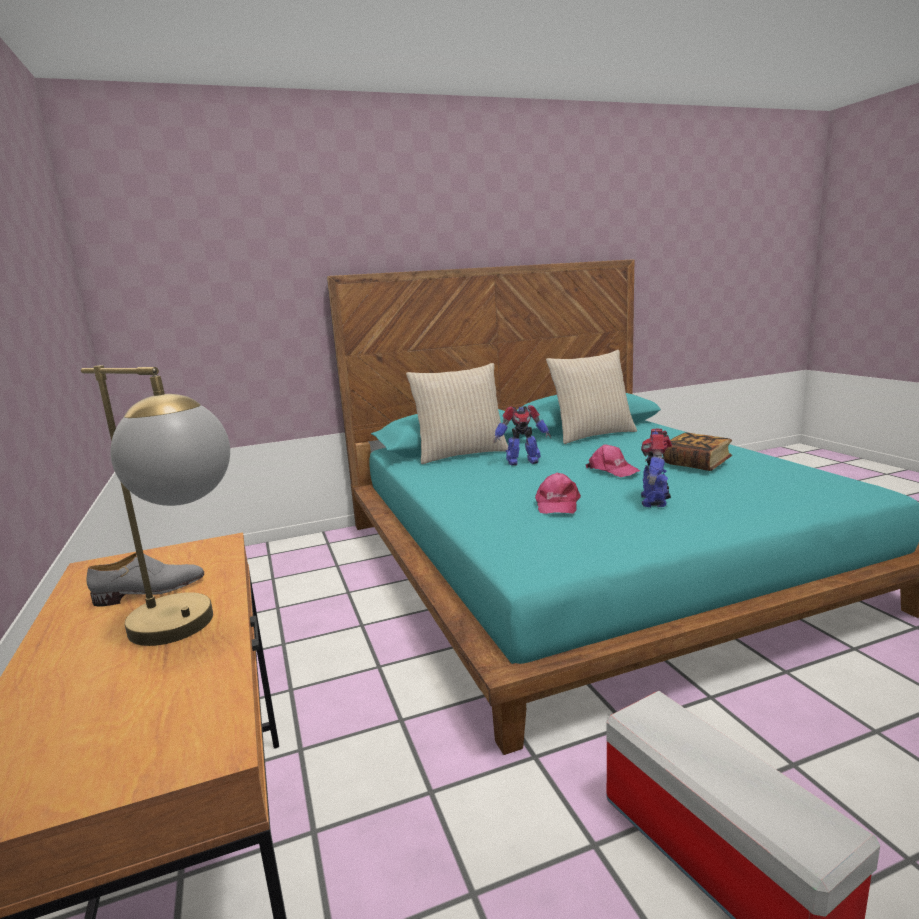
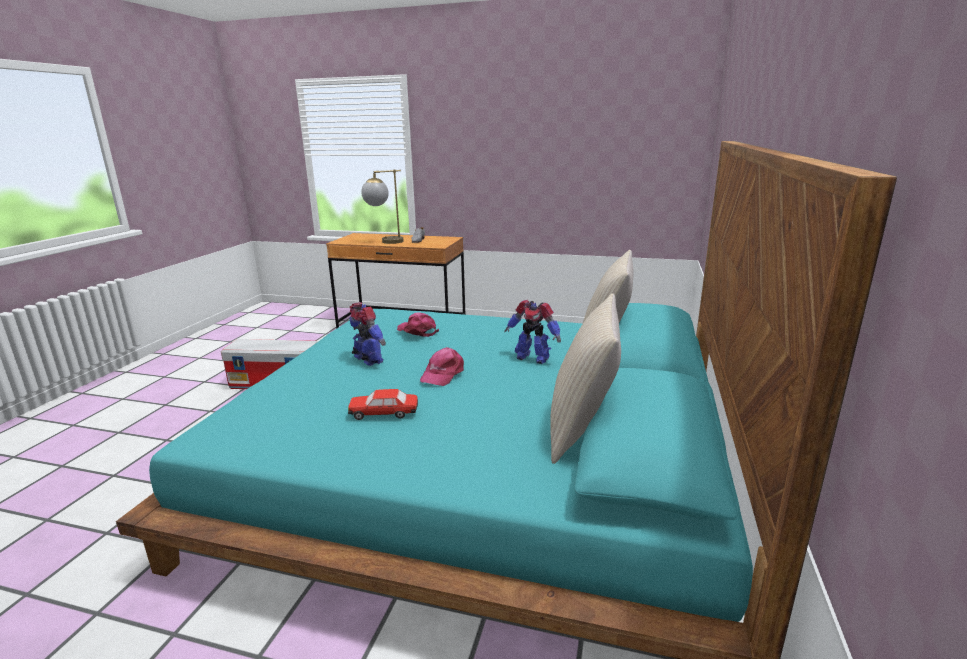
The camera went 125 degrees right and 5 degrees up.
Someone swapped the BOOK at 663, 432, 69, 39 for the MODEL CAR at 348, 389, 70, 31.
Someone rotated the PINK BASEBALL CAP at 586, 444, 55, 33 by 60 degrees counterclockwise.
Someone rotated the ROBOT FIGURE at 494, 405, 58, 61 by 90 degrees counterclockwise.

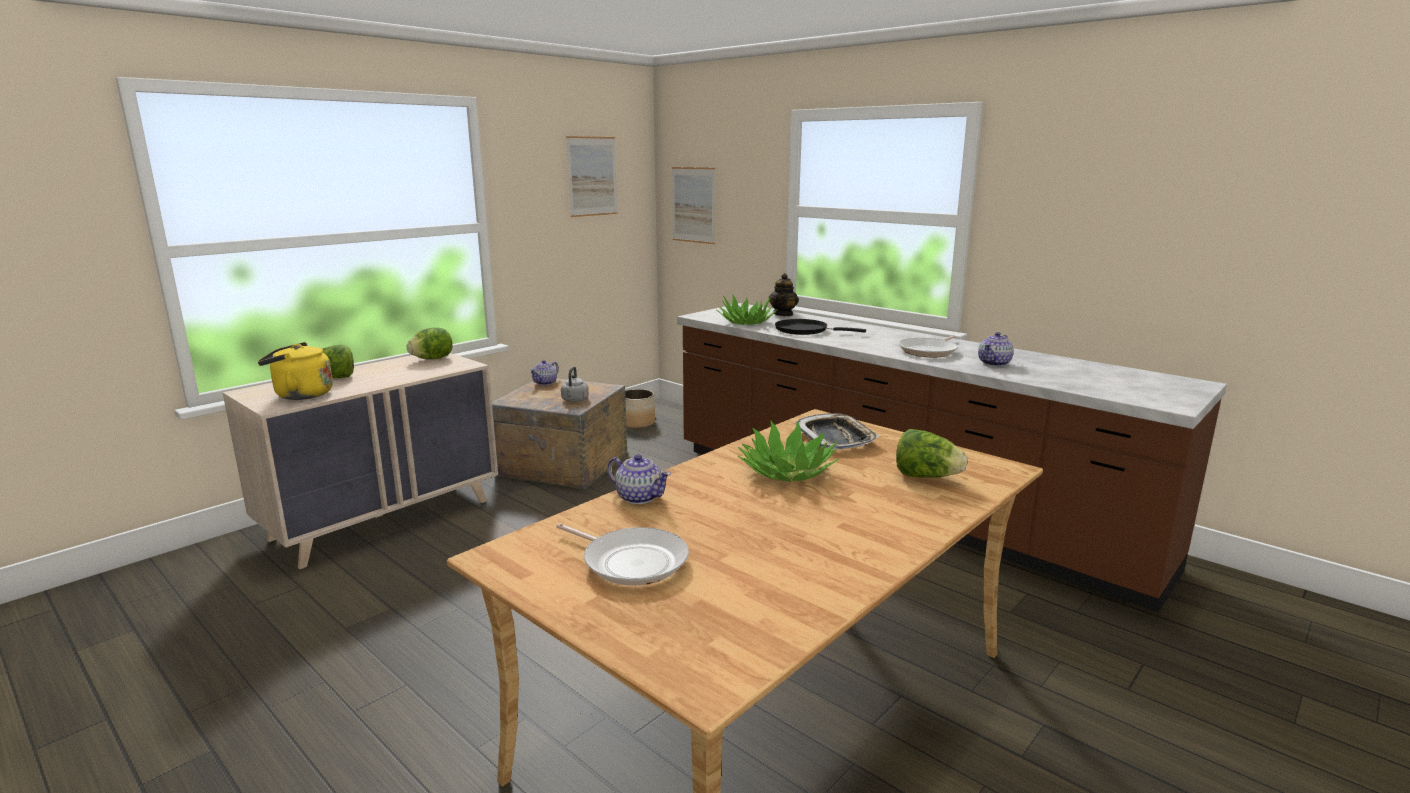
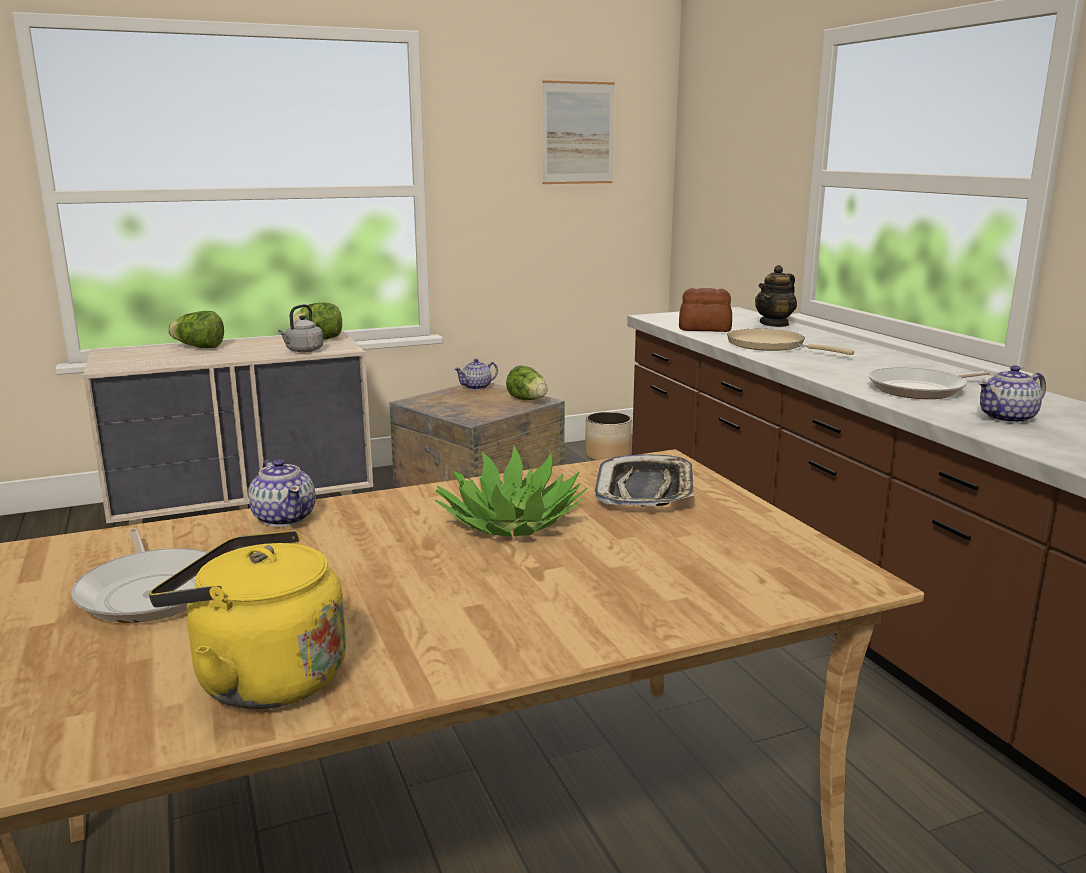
The camera went 25 degrees right and 0 degrees up.
Someone carried the YELLOW-COLOURED TEA KETTLE from 258, 342, 75, 58 to 149, 530, 197, 179.
Someone carried the GRAY TEA KETTLE from 561, 367, 28, 35 to 278, 304, 45, 48.
Someone carried the LETTUCE from 896, 429, 71, 49 to 506, 365, 42, 35.
Someone swapped the POTTED PLANT at 717, 294, 61, 31 for the BREAD at 679, 288, 53, 44.
Someone repainted the BLACKISH PAN at 775, 319, 91, 16, which became the SAND-COLOURED PAN at 727, 329, 127, 26.
Someone took away the WALL PICTURE at 672, 167, 43, 77.

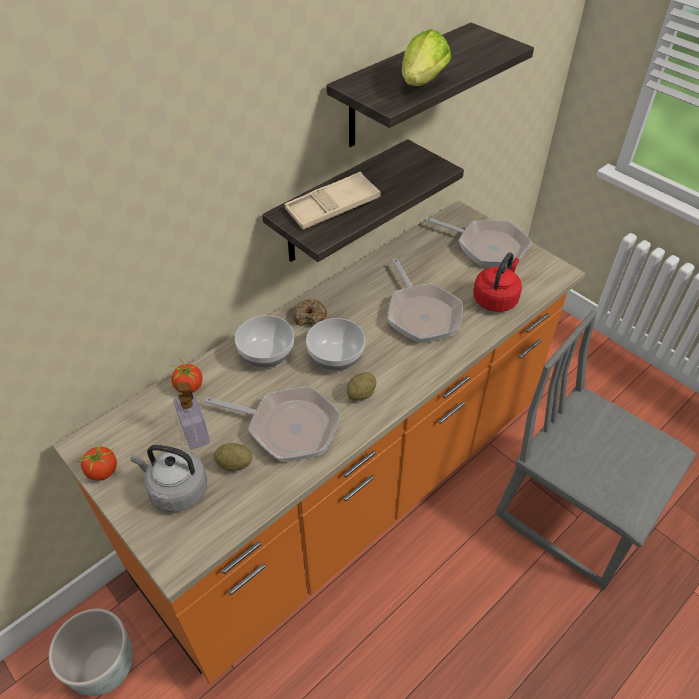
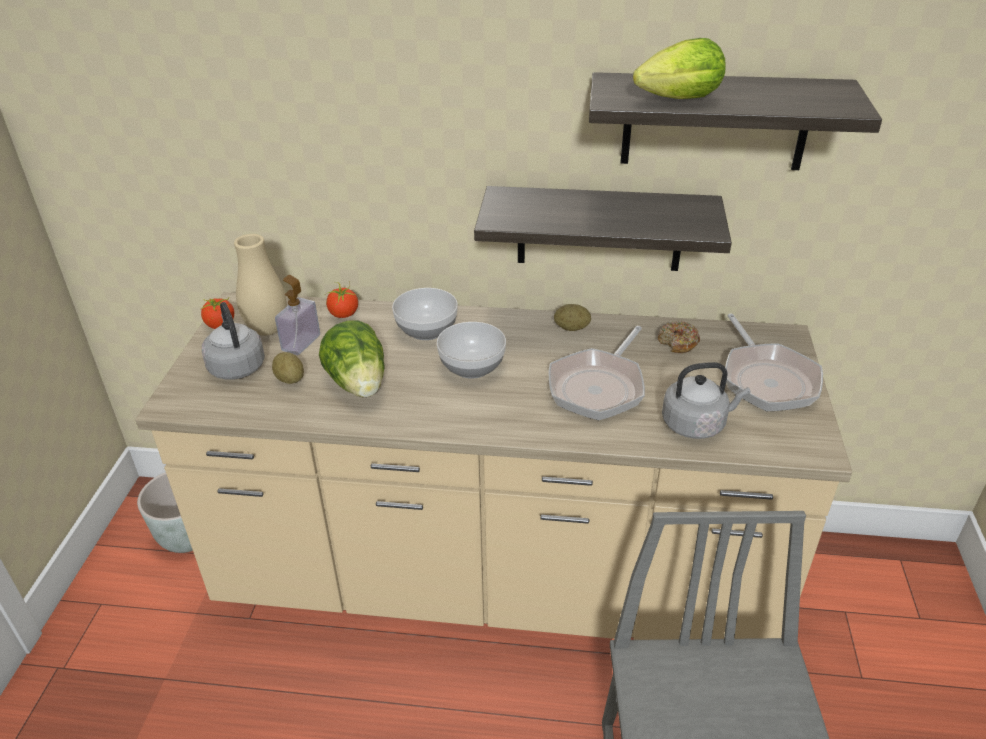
The camera went 50 degrees right and 10 degrees down.
Someone repainted the ORANGE-COLOURED KITCHEN COUNTER at 53, 200, 532, 484, which became the SAND-COLOURED KITCHEN COUNTER at 135, 292, 717, 348.
Someone put down the SAND-COLOURED FLOWER VASE at 234, 234, 53, 102.
Someone swapped the PAN at 204, 387, 137, 75 for the LETTUCE at 319, 321, 65, 76.
Someone carried the SPUD from 347, 372, 29, 28 to 554, 304, 37, 27.
Someone carried the DOUGHNUT from 293, 298, 34, 28 to 658, 321, 42, 32.
Someone repainted the RED TEA KETTLE at 473, 252, 49, 60, which became the GRAY TEA KETTLE at 662, 362, 88, 77.
Someone took away the SAND-COLOURED TRAY at 284, 172, 97, 58.

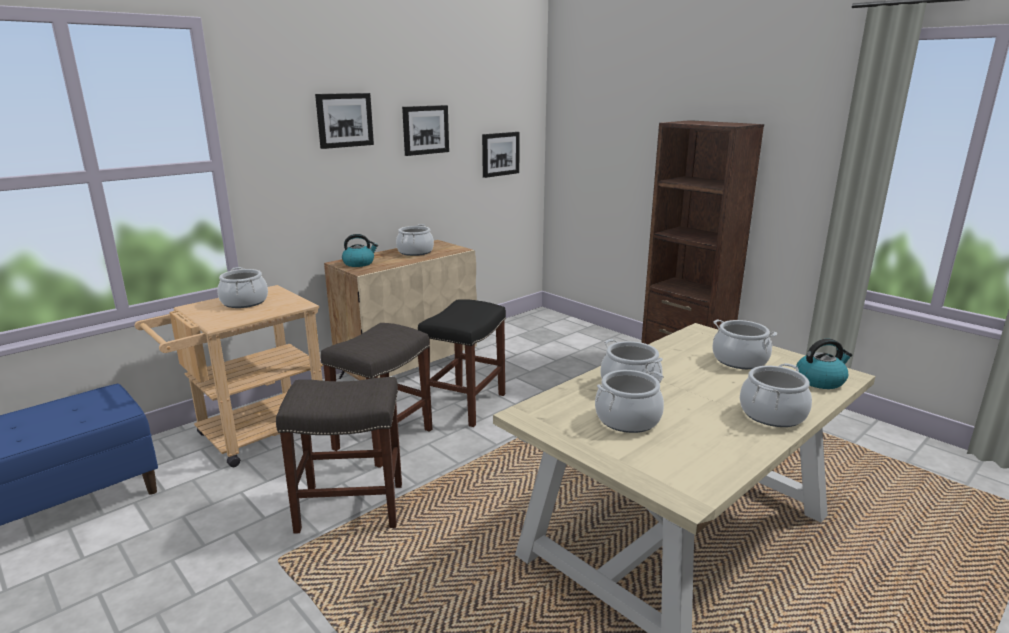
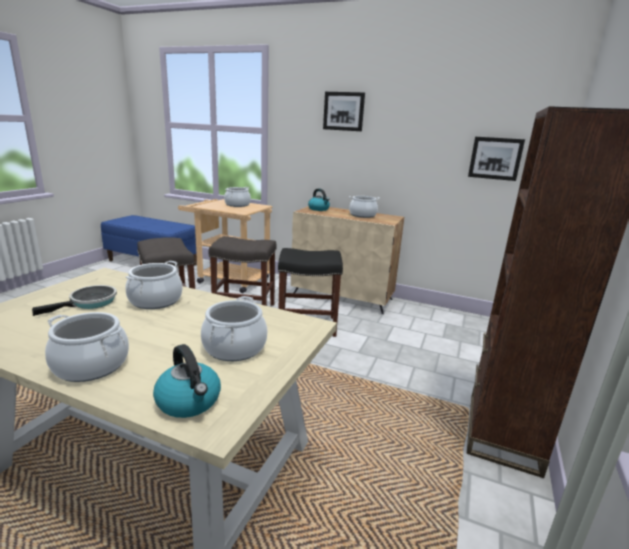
The camera went 65 degrees right and 0 degrees up.
Someone swapped the STOCKPOT at 595, 370, 69, 63 for the PAN at 32, 285, 85, 31.
Someone took away the WALL PICTURE at 402, 105, 47, 51.

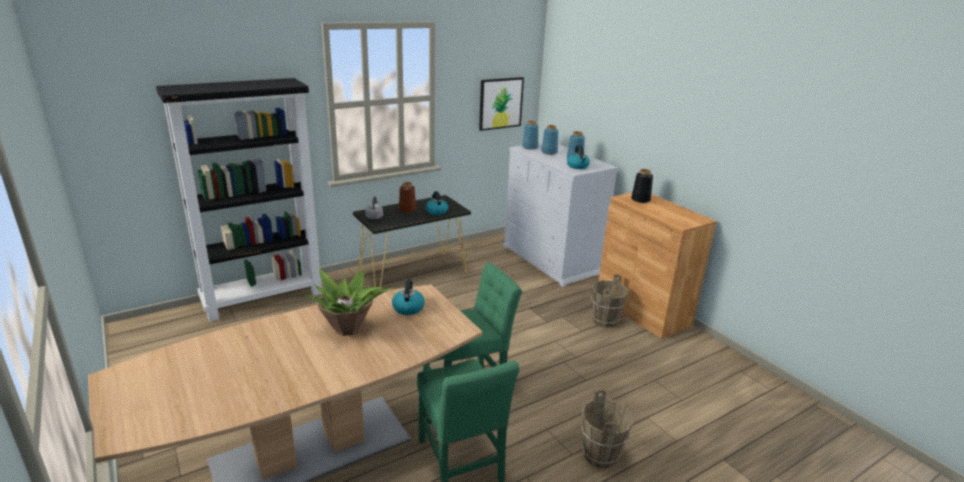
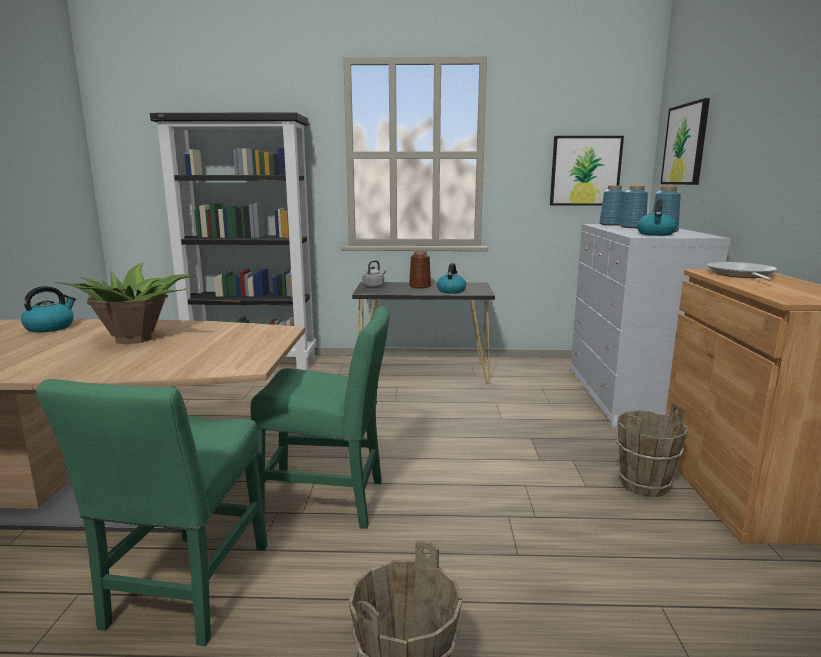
The camera went 35 degrees right and 10 degrees down.
Someone carried the TEA KETTLE from 392, 279, 33, 36 to 21, 286, 55, 46.
Someone put up the WALL PICTURE at 660, 98, 50, 87.
Someone swapped the BLACKISH FLOWER VASE at 631, 169, 22, 34 for the PAN at 707, 262, 70, 19.

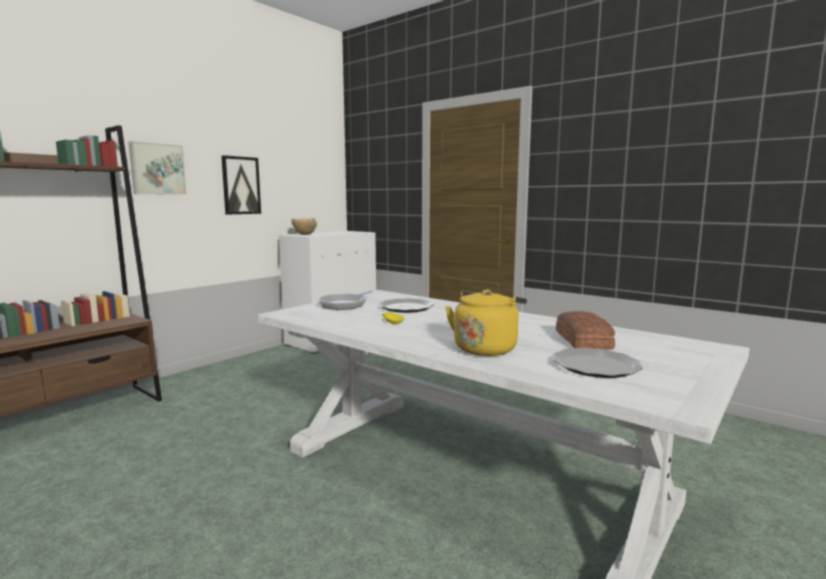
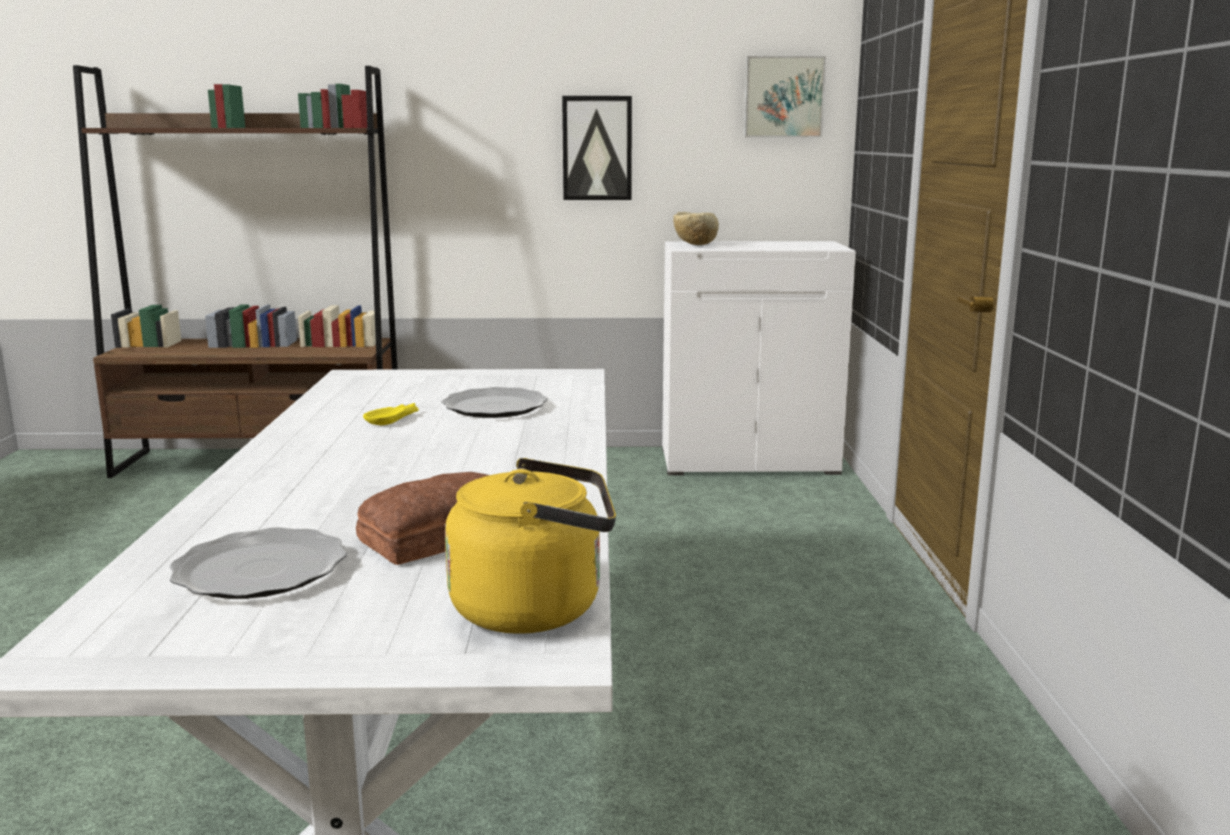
The camera went 50 degrees right and 5 degrees up.
Someone carried the YELLOW-COLOURED TEA KETTLE from 445, 289, 82, 67 to 445, 458, 171, 176.
Someone carried the WALL PICTURE from 129, 141, 58, 54 to 743, 56, 83, 81.
Someone took away the PAN at 319, 290, 54, 20.

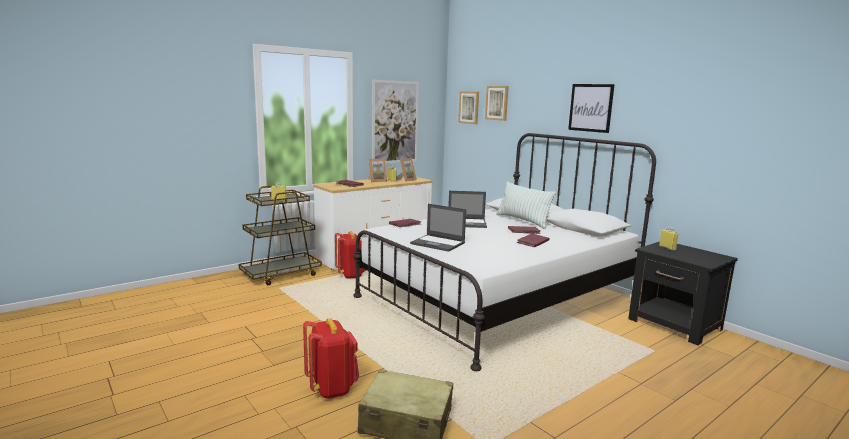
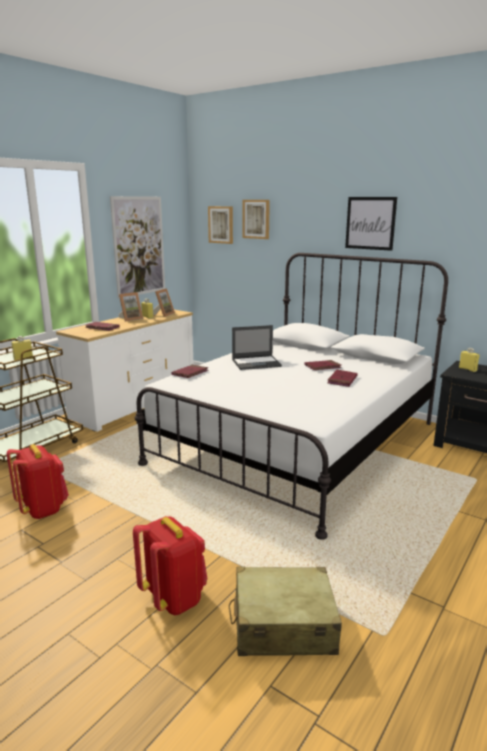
The camera went 15 degrees left and 5 degrees up.
Someone carried the RED RUCKSACK from 335, 232, 31, 47 to 7, 444, 62, 75.
Someone took away the PORTABLE COMPUTER at 410, 204, 56, 48.
Someone took away the THROW PILLOW at 496, 182, 60, 47.

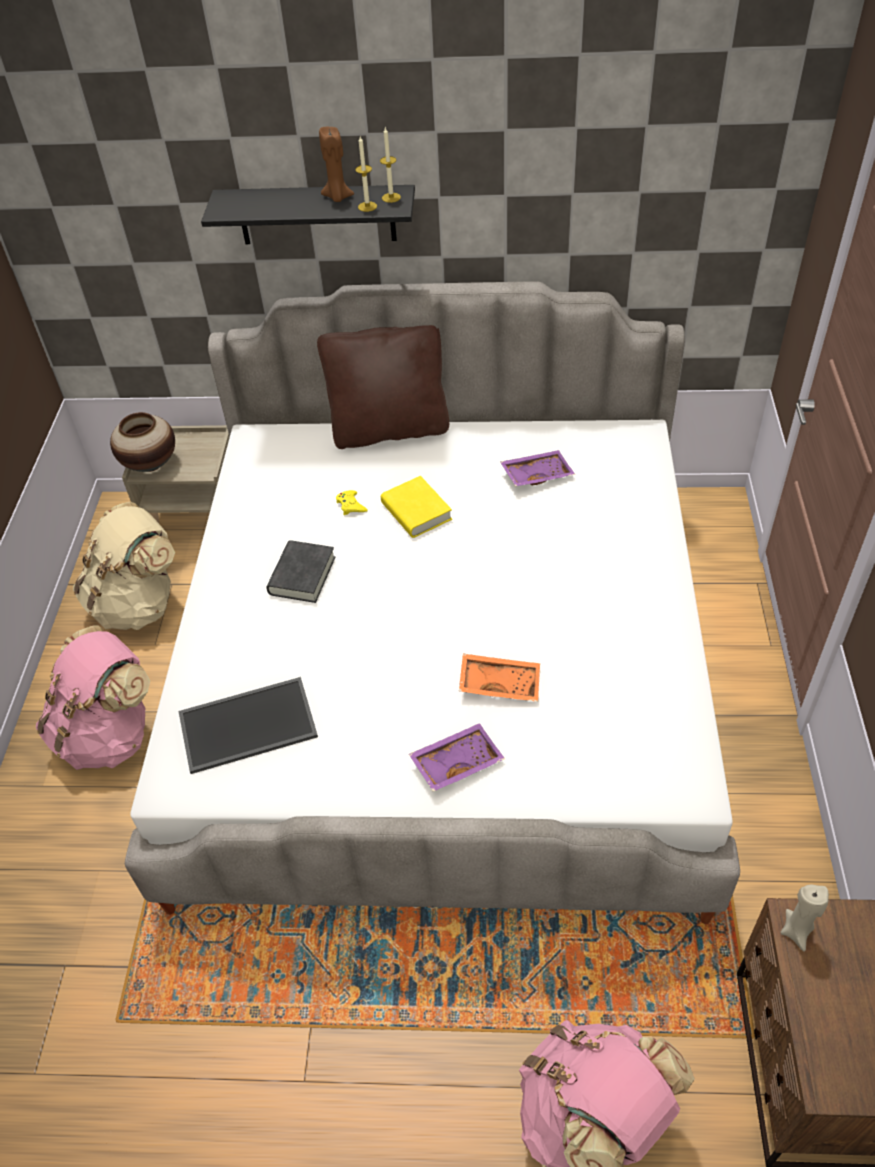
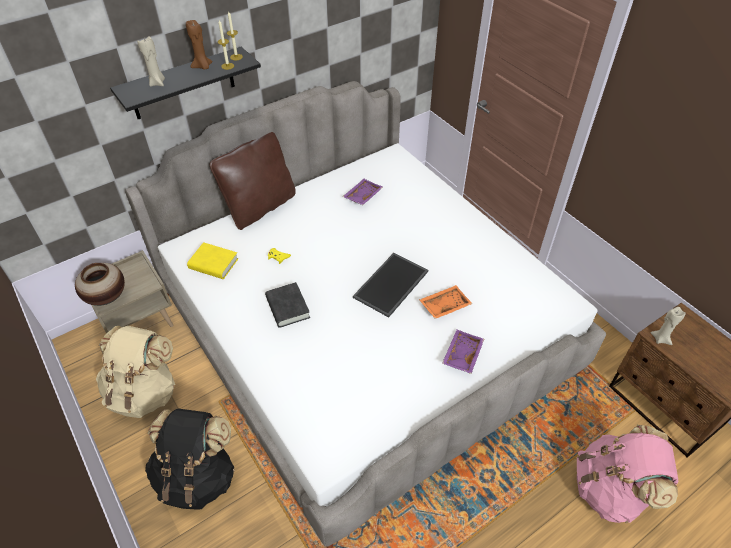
The camera went 40 degrees left and 0 degrees up.
Someone put down the SAND-COLOURED WAX LIGHT at 137, 36, 28, 51.
Someone repainted the PINK RUCKSACK at 36, 625, 114, 145, which became the BLACKISH RUCKSACK at 145, 409, 90, 101.
Someone carried the YELLOW-COLOURED BOOK from 381, 476, 71, 62 to 187, 242, 51, 37.
Someone carried the TRAY from 178, 677, 140, 97 to 353, 253, 75, 64.

